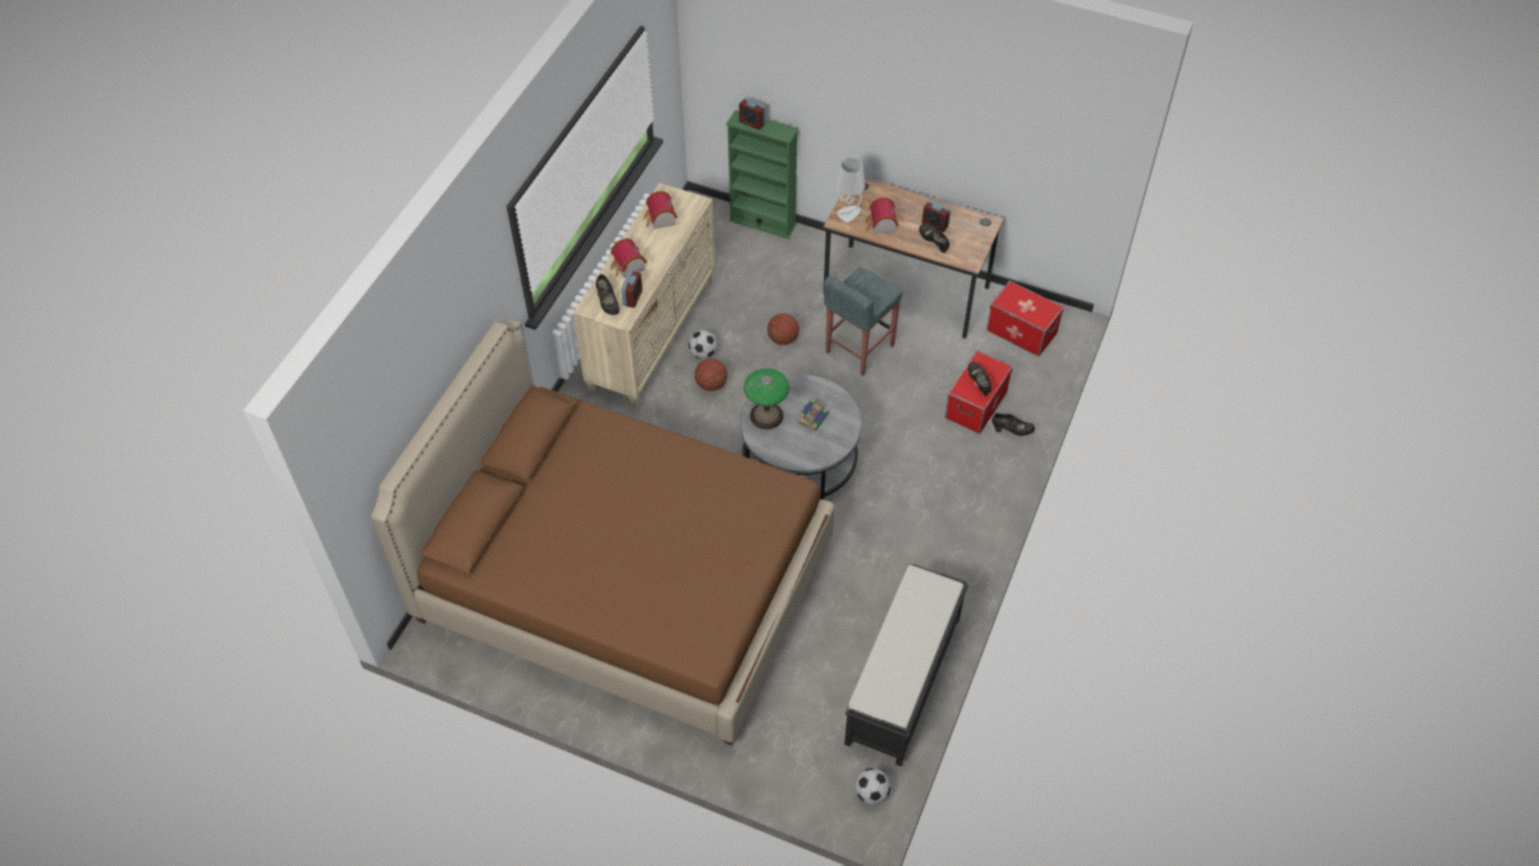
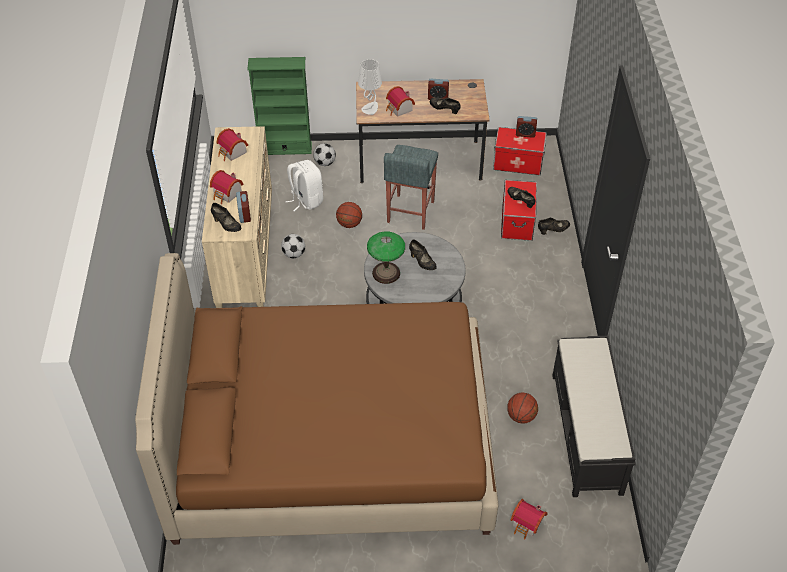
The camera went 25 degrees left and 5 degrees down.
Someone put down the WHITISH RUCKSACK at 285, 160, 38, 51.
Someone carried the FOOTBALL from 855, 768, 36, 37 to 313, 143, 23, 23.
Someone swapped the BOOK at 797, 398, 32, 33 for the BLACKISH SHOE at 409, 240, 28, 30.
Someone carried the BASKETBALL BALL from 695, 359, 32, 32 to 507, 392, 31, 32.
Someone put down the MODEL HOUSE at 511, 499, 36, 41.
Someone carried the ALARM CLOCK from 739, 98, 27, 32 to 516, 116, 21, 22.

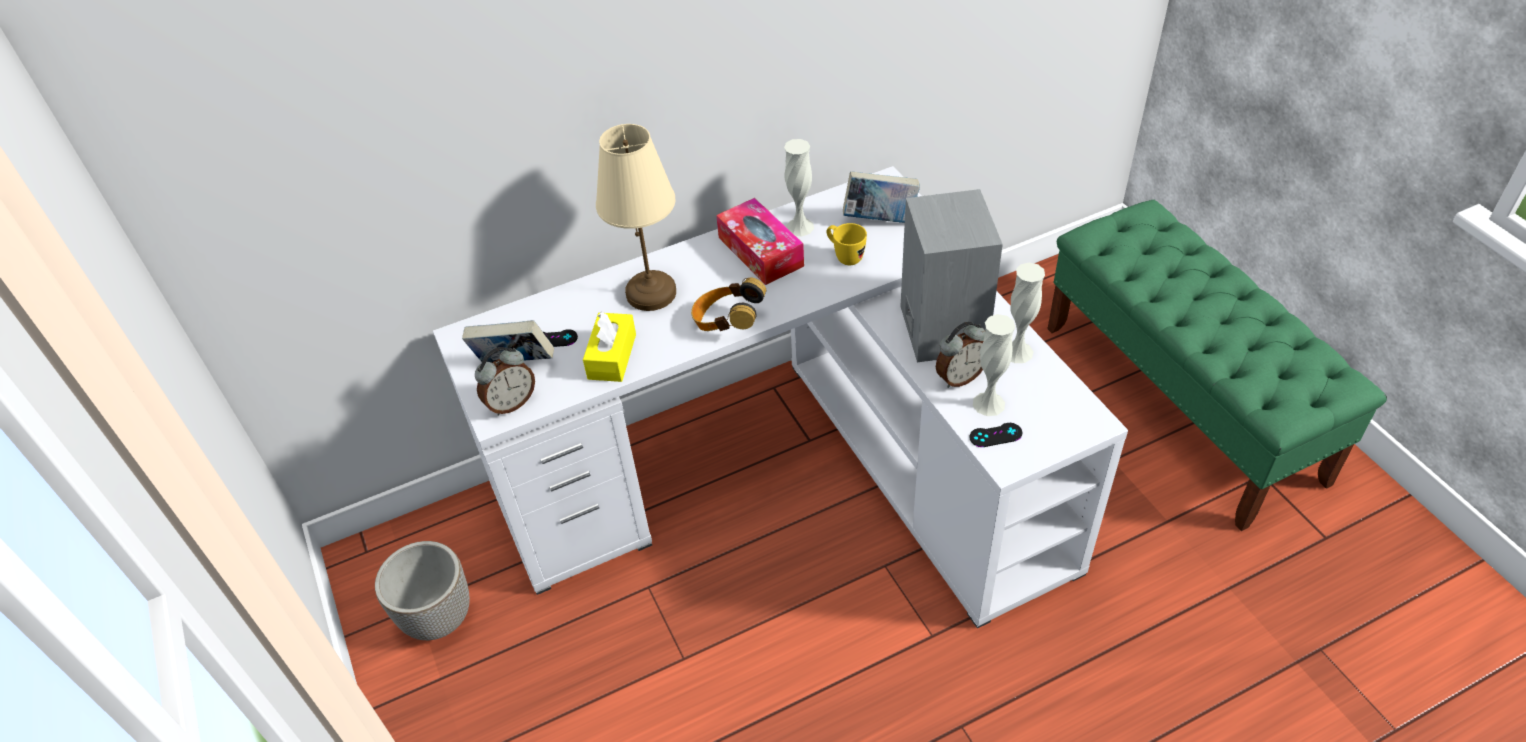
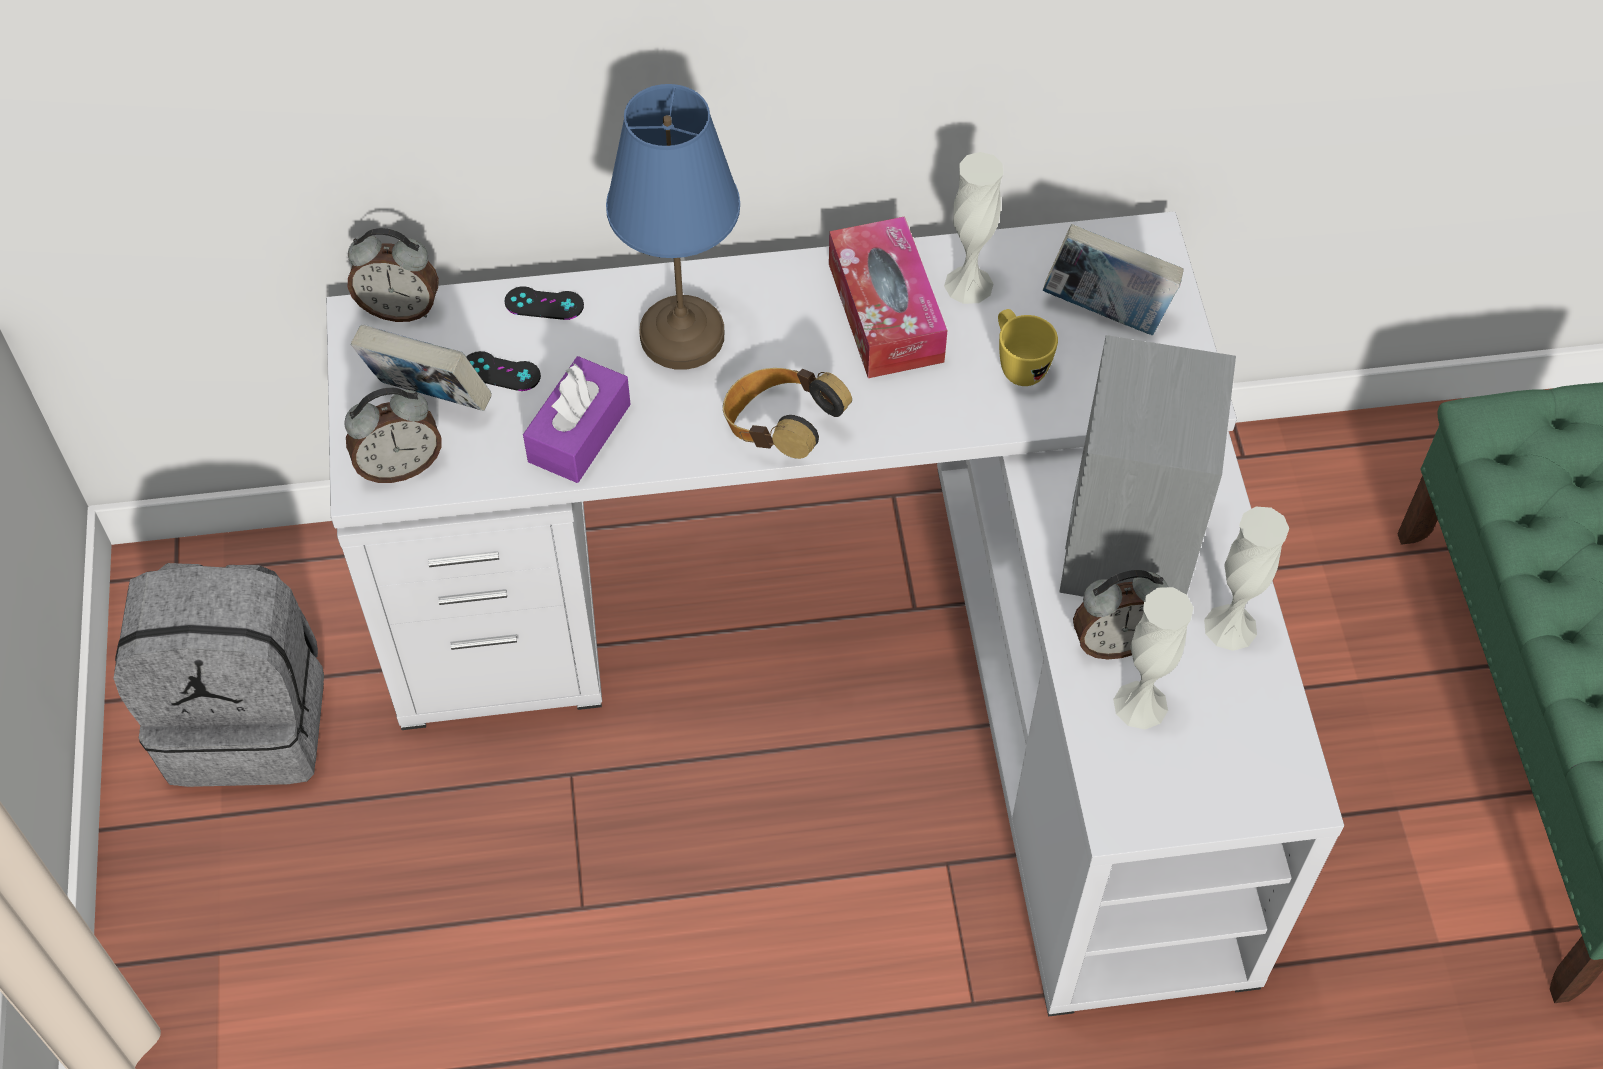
The camera went 15 degrees right and 10 degrees up.
Someone swapped the PLANTER at 375, 541, 95, 99 for the GRAY RUCKSACK at 113, 563, 211, 224.
Someone put down the ALARM CLOCK at 348, 228, 91, 94.
Someone carried the BLACKISH GAME CONTROLLER from 969, 423, 53, 24 to 504, 286, 80, 34.
Someone repainted the YELLOW-COLOURED TISSUE HOLDER at 583, 312, 53, 70, which became the PURPLISH TISSUE HOLDER at 523, 356, 108, 127.
Someone repainted the SAND-COLOURED LAMP FOR A TABLE at 596, 124, 80, 187, which became the BLUE LAMP FOR A TABLE at 606, 84, 134, 286.

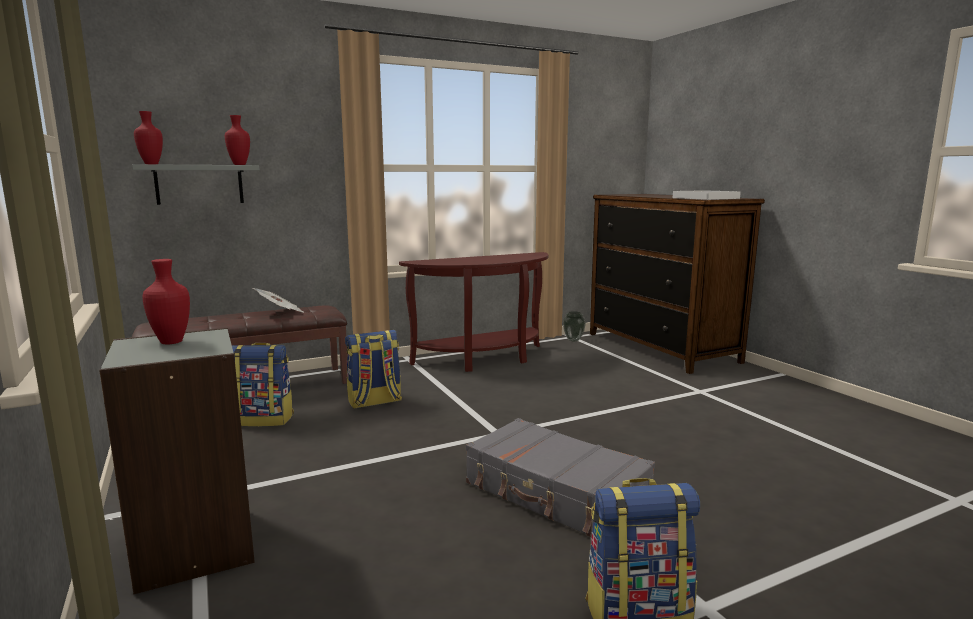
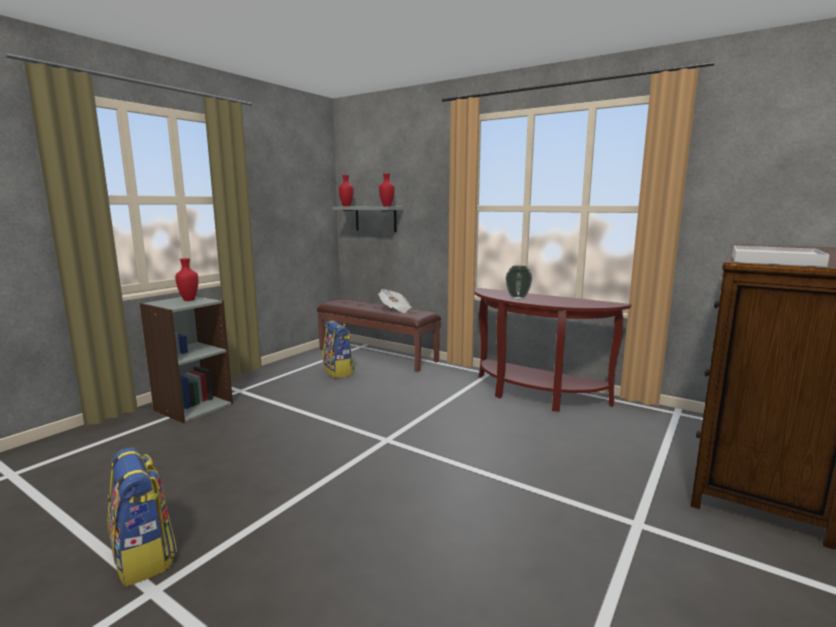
The camera went 60 degrees right and 0 degrees up.
Someone carried the FLOWER VASE from 563, 311, 23, 31 to 506, 266, 26, 34.
Someone took away the RUCKSACK at 345, 330, 57, 79.
Someone took away the GRAY PIECE OF LUGGAGE at 466, 418, 189, 119.

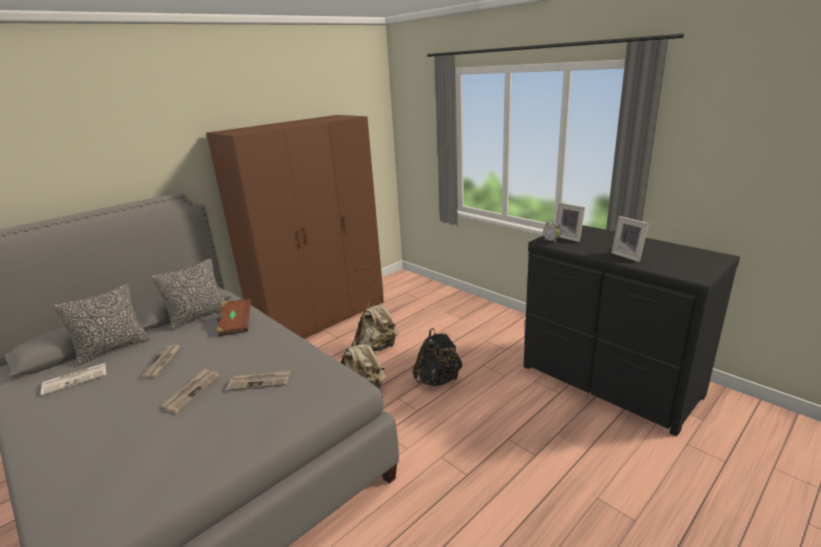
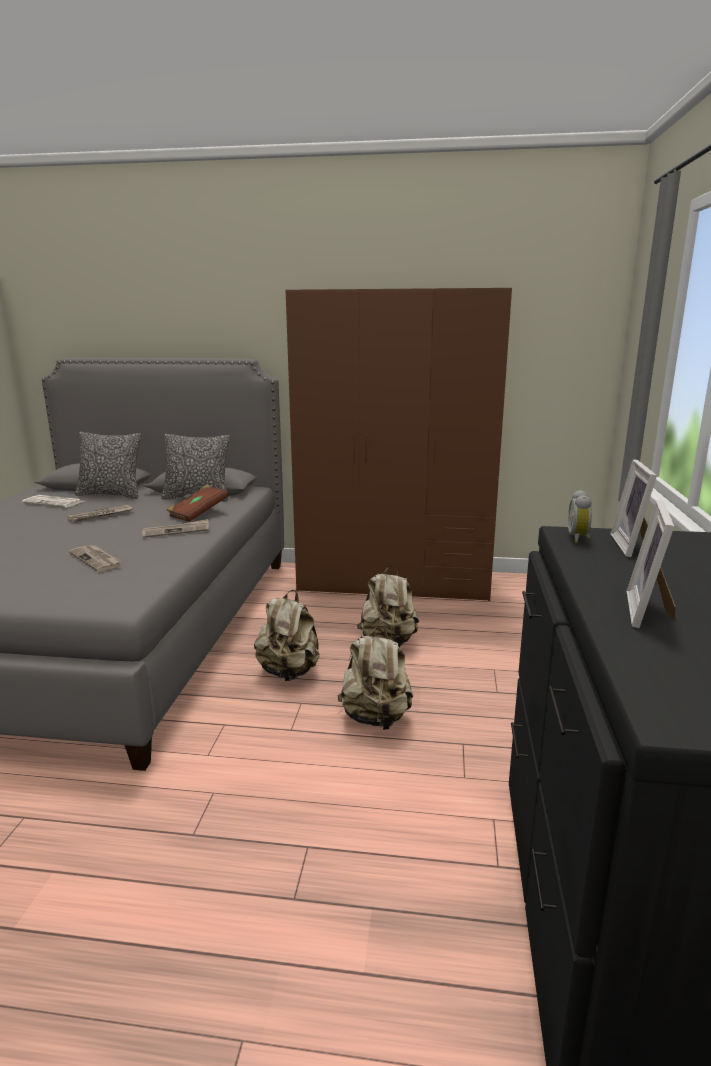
The camera went 50 degrees right and 5 degrees down.
Someone carried the NEWSPAPER from 161, 369, 58, 44 to 142, 519, 67, 19.
Someone repainted the BLACKISH RUCKSACK at 412, 328, 50, 58, which became the SAND-COLOURED RUCKSACK at 337, 625, 76, 105.

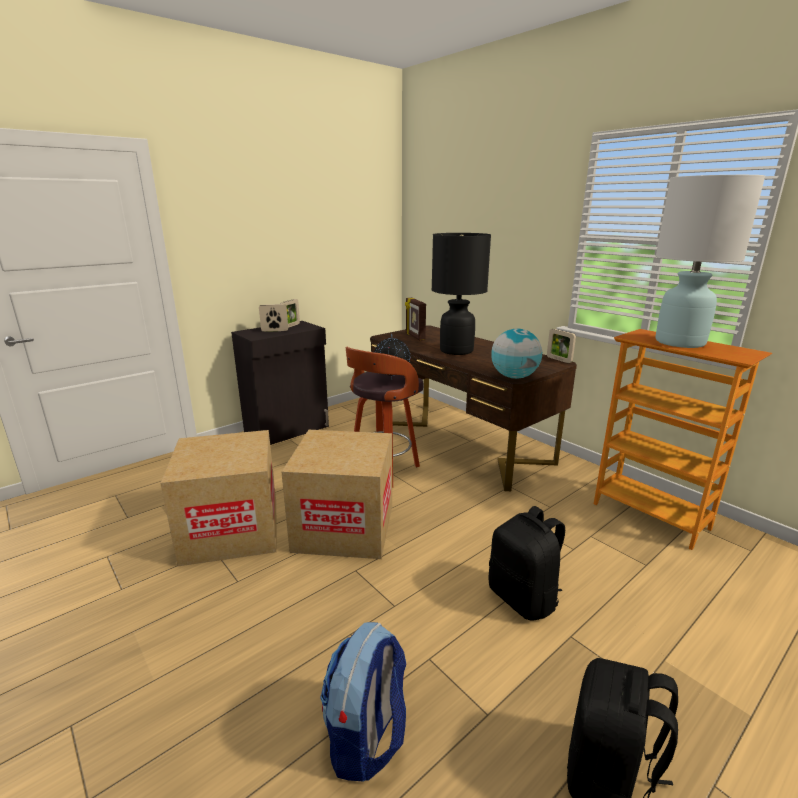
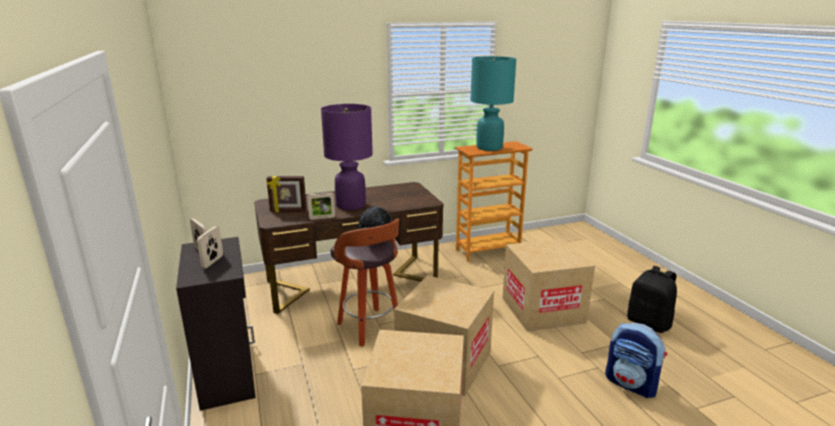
The camera went 70 degrees left and 0 degrees up.
Someone carried the STANDING FRAME from 547, 329, 29, 34 to 307, 193, 28, 27.
Someone repainted the BLACKISH LAMP FOR A TABLE at 432, 233, 59, 122, which became the PURPLISH LAMP FOR A TABLE at 321, 104, 52, 106.
Someone repainted the WHITISH LAMP FOR A TABLE at 655, 175, 110, 173, which became the TURQUOISE LAMP FOR A TABLE at 470, 56, 46, 95.
Someone swapped the BLACKISH RUCKSACK at 489, 506, 76, 114 for the CARDBOARD BOX at 503, 239, 92, 93.
Someone took away the WORLD GLOBE at 491, 329, 51, 50.

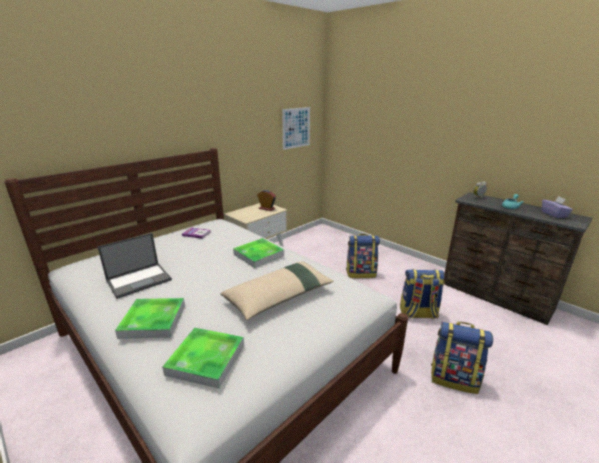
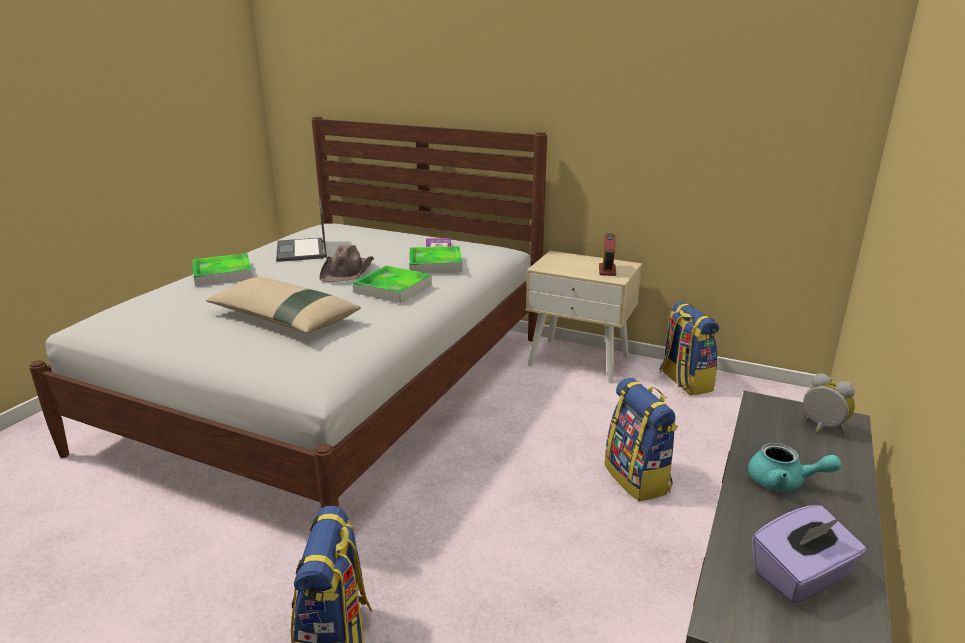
The camera went 70 degrees right and 0 degrees up.
Someone rotated the PORTABLE COMPUTER at 98, 233, 74, 66 by 45 degrees clockwise.
Someone put down the BROWNISH WEARABLE HAT at 319, 245, 55, 37.
Someone carried the TRAY from 162, 328, 82, 60 to 409, 246, 54, 27.
Someone carried the RUCKSACK from 400, 269, 45, 50 to 660, 301, 59, 94.
Someone took away the WALL PICTURE at 282, 107, 28, 43.

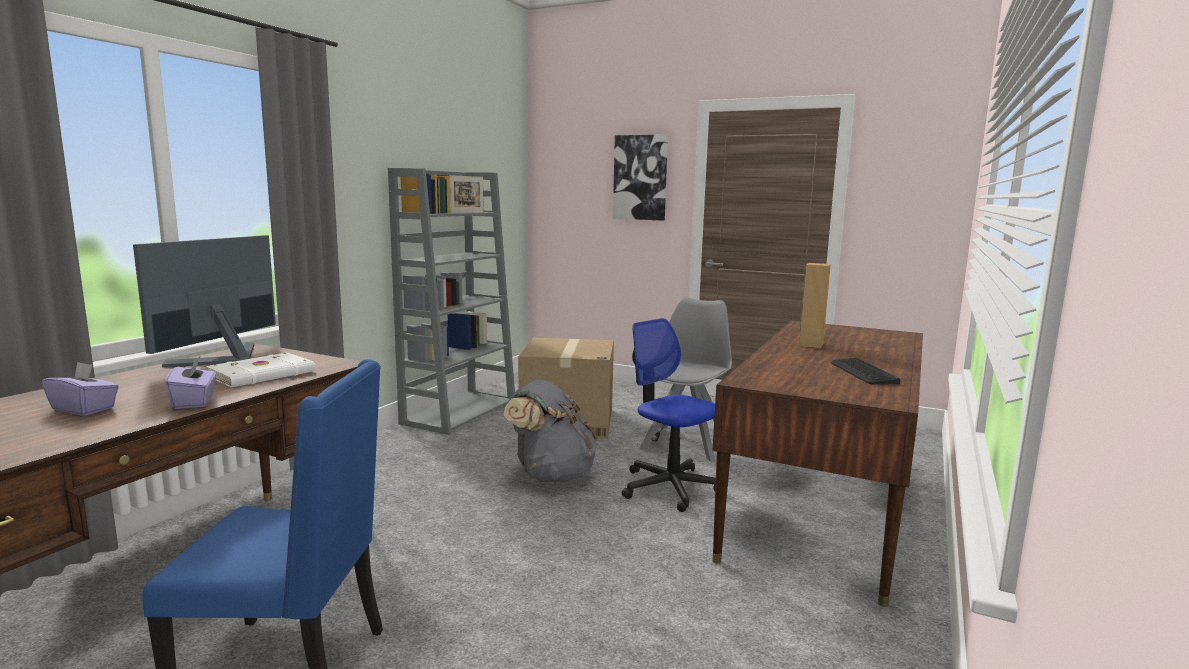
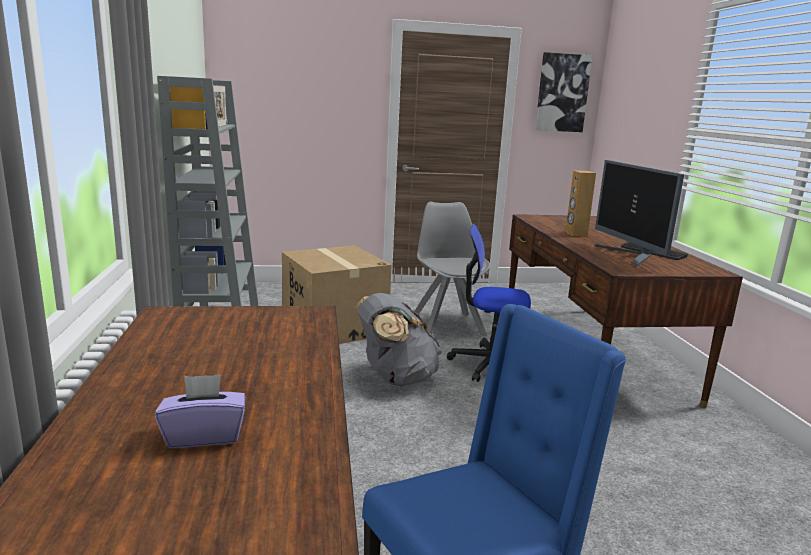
The camera went 35 degrees left and 5 degrees up.
Someone carried the WALL PICTURE from 613, 134, 55, 87 to 535, 52, 58, 80.
Someone carried the COMPUTER DISPLAY from 133, 235, 143, 133 to 594, 160, 90, 107.
Someone took away the PURPLISH TISSUE HOLDER at 165, 357, 51, 52.
Someone took away the WHITISH BOOK at 206, 353, 109, 34.

